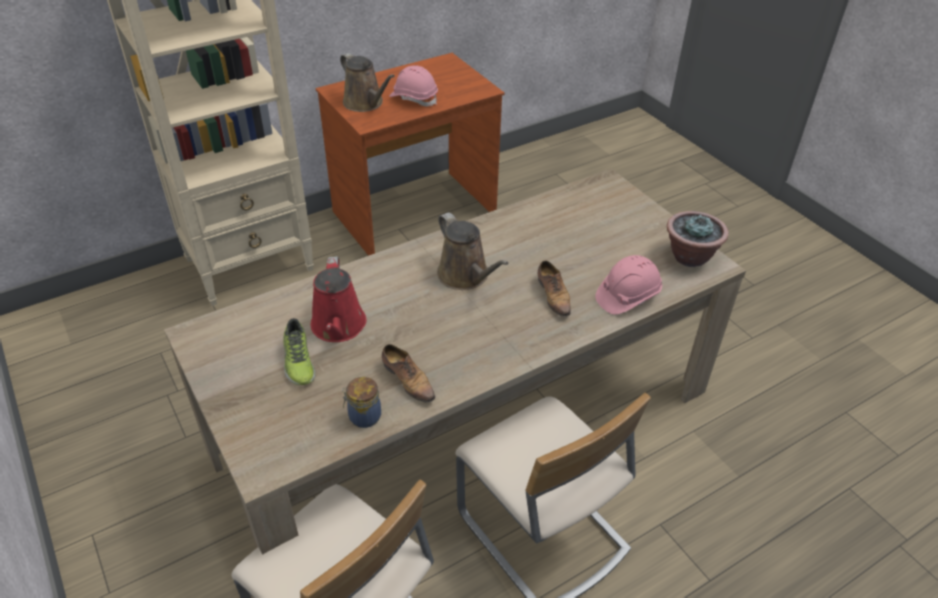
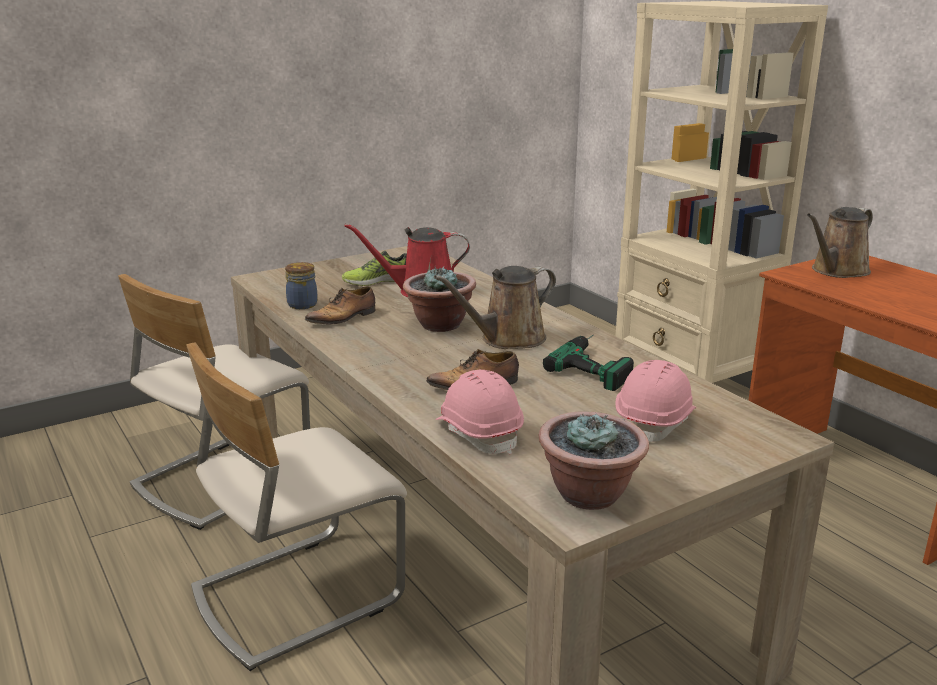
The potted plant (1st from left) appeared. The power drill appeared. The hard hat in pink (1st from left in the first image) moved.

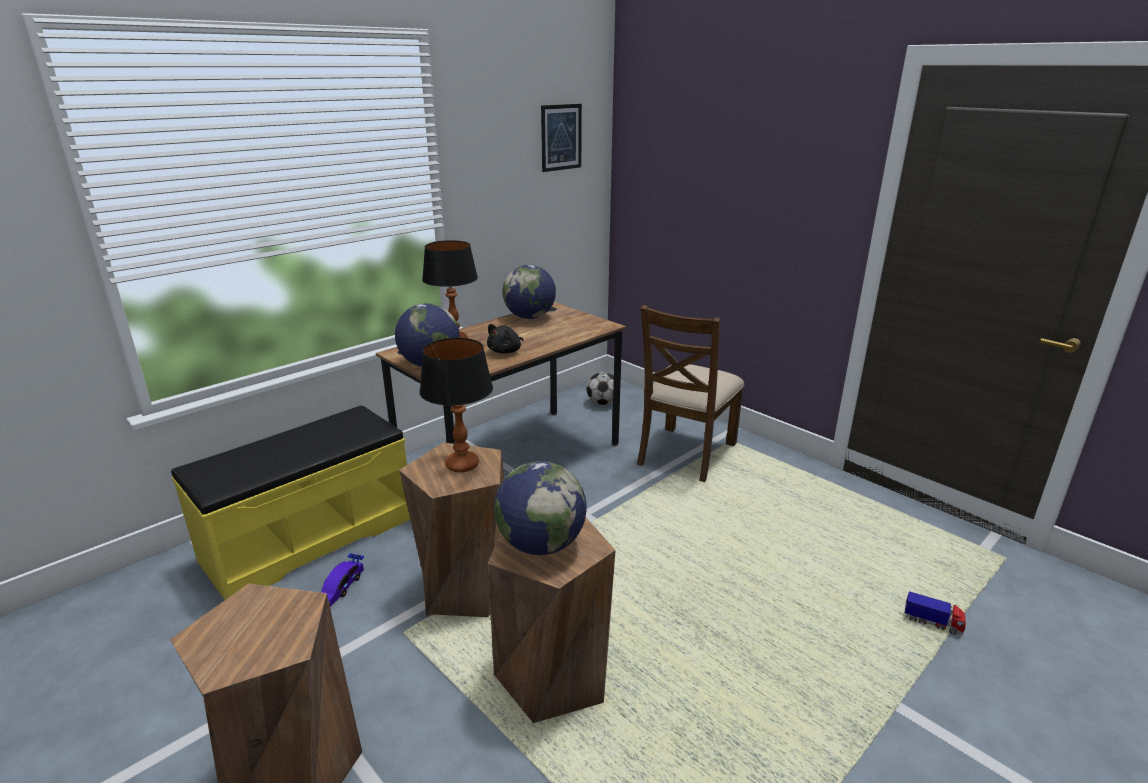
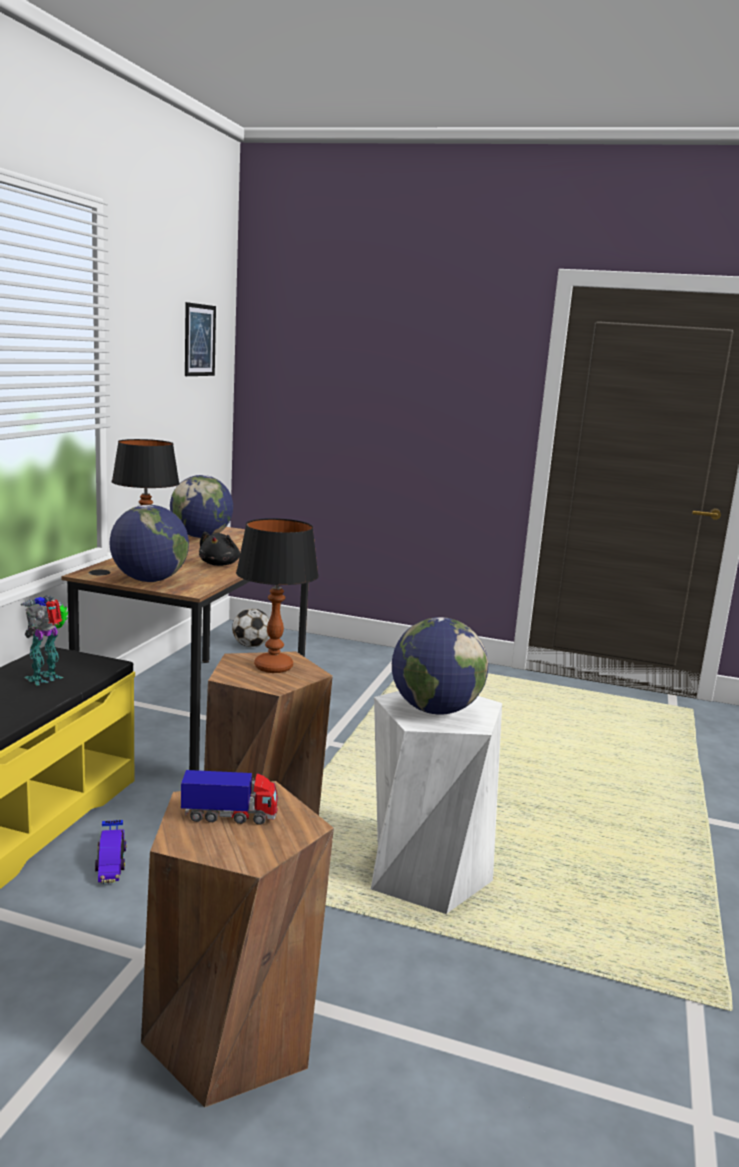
The toy robot appeared. The toy truck moved. The stool in brown (3rd from left) became the stool in white. The chair in brown disappeared.

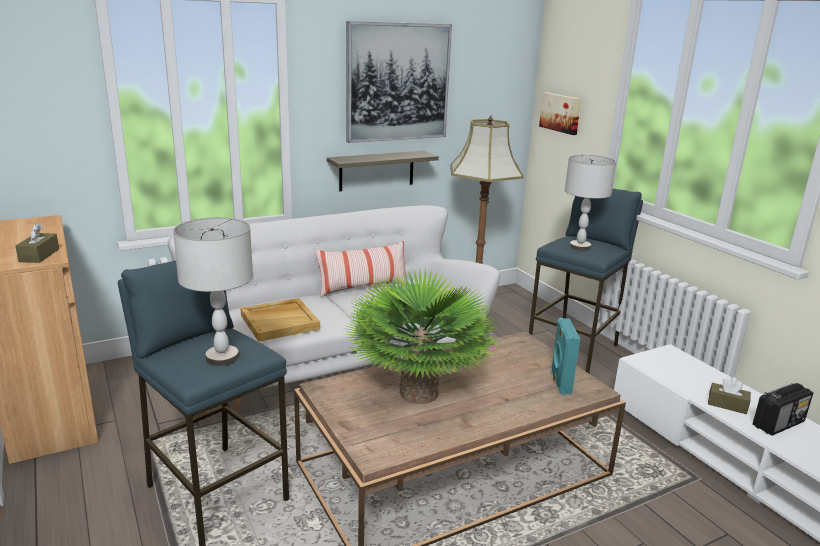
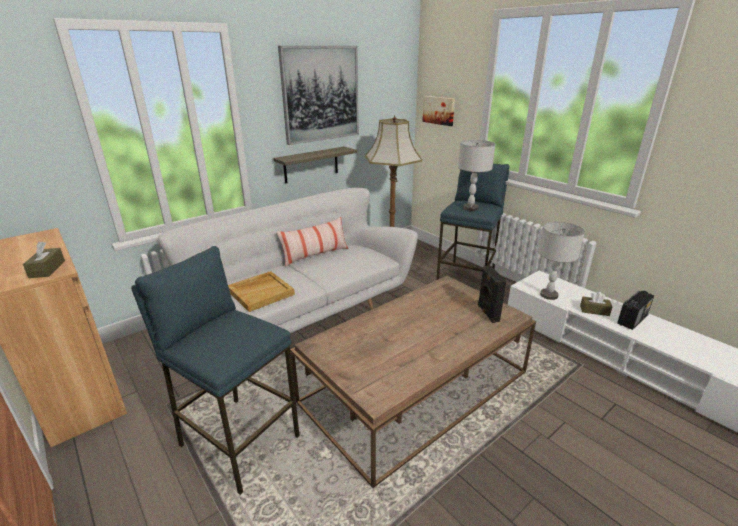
The speaker in turquoise became the speaker in black. The table lamp in grey (1st from left in the first image) moved. The potted plant disappeared.

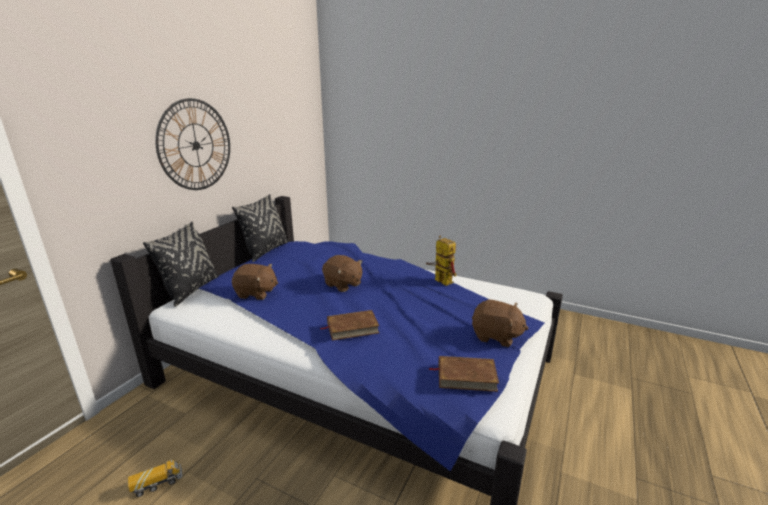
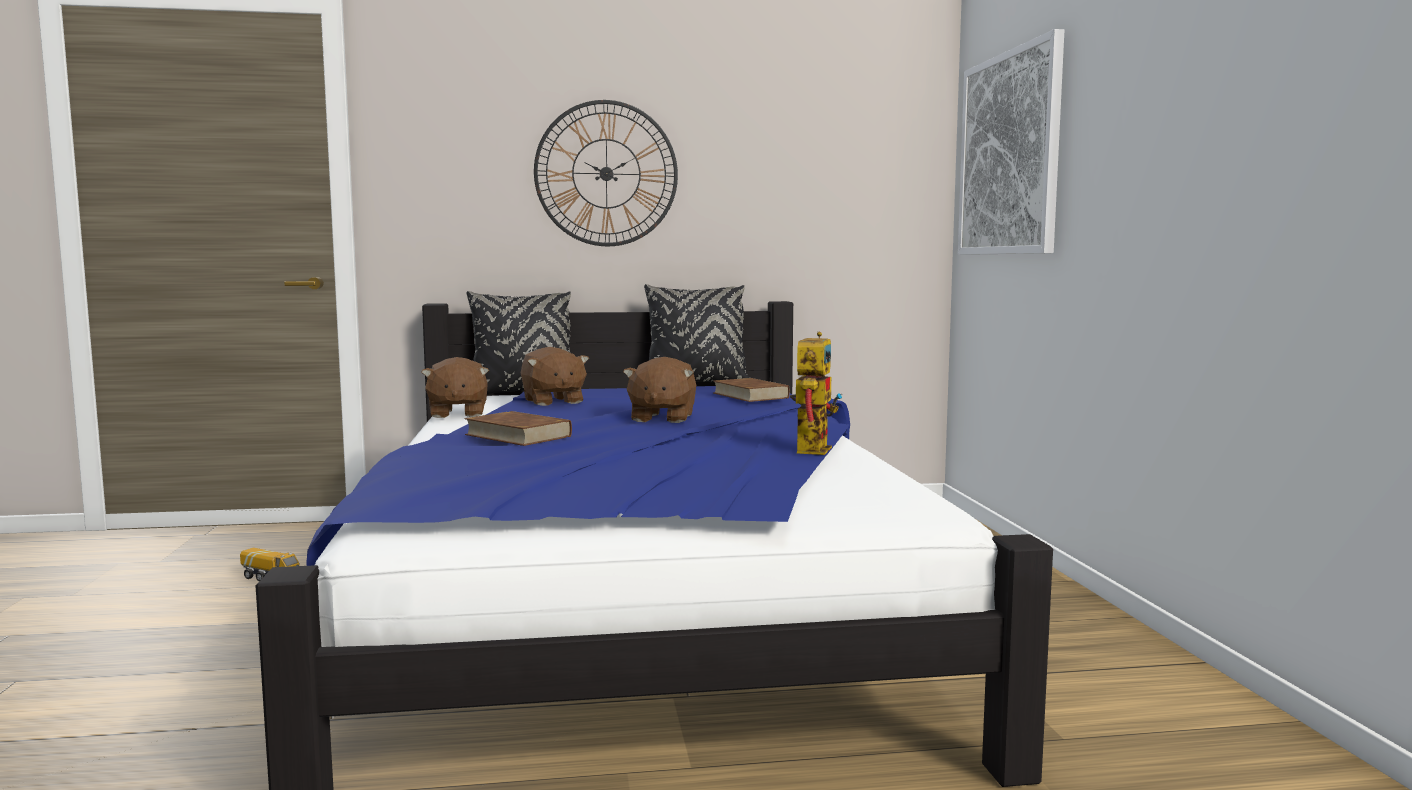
The plush toy in brown (3rd from left in the first image) moved. The book in brown (2nd from left) moved. The picture appeared.

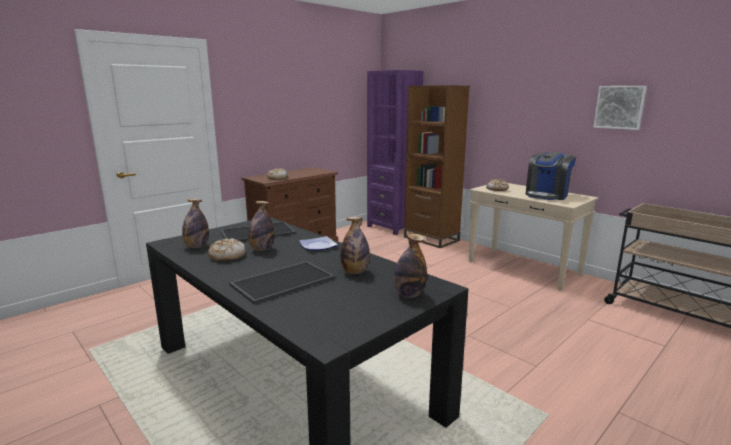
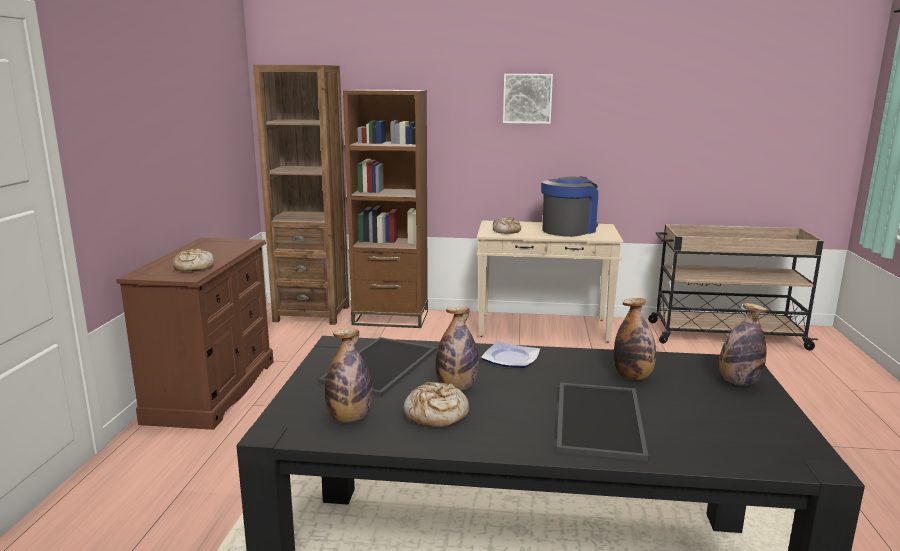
The bookcase in purple became the bookcase in brown (1st from left). The picture moved. The coffee machine turned 135 degrees counterclockwise.

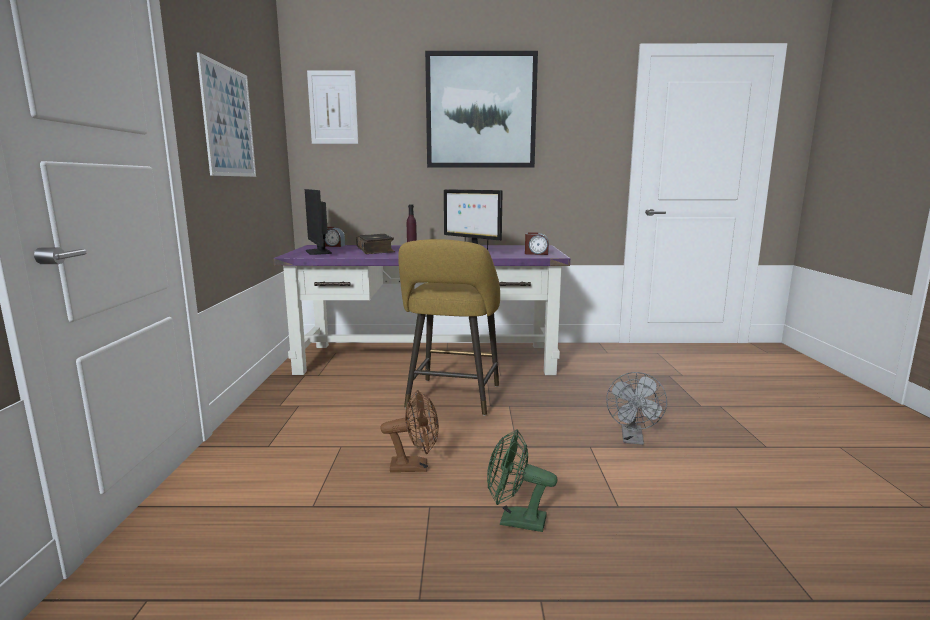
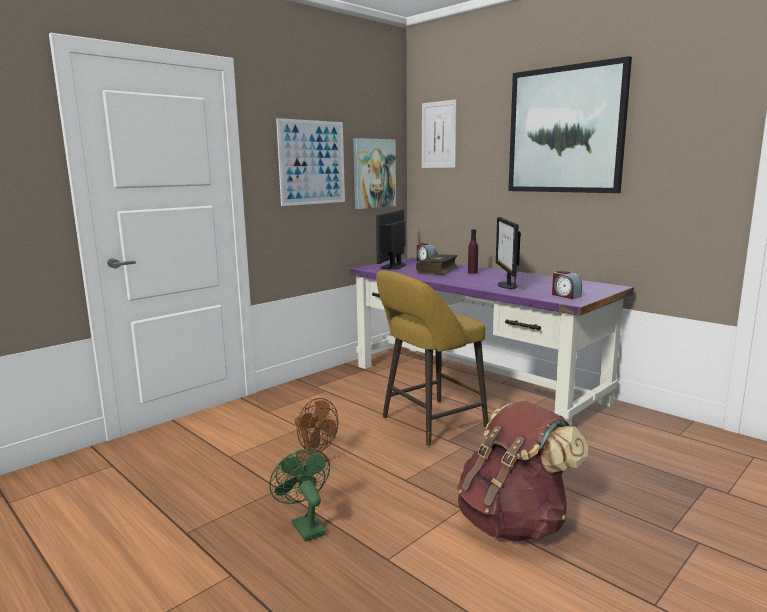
The picture (2nd from left) appeared. The fan in grey was replaced by the backpack in brown.

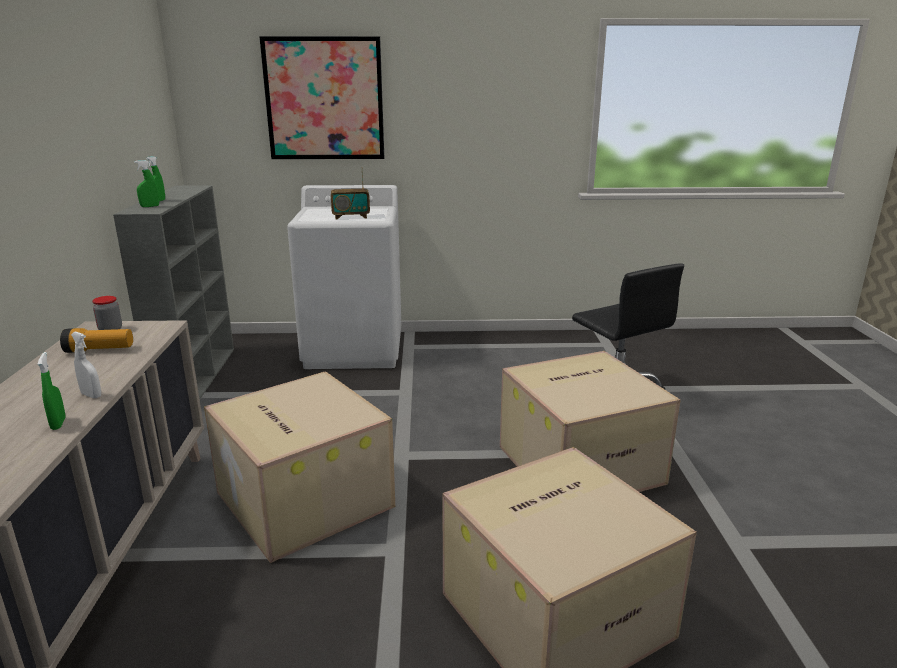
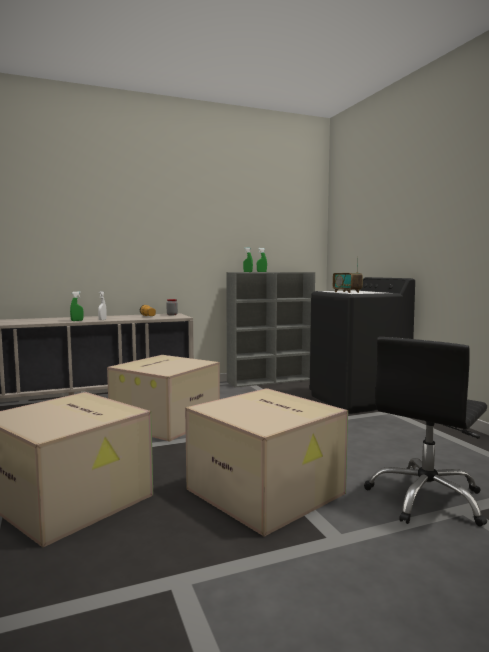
The washing machine in white became the washing machine in black. The picture disappeared.

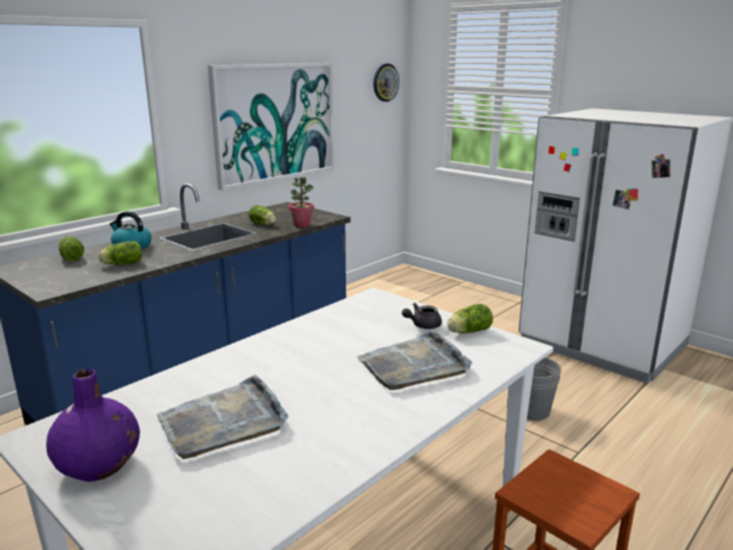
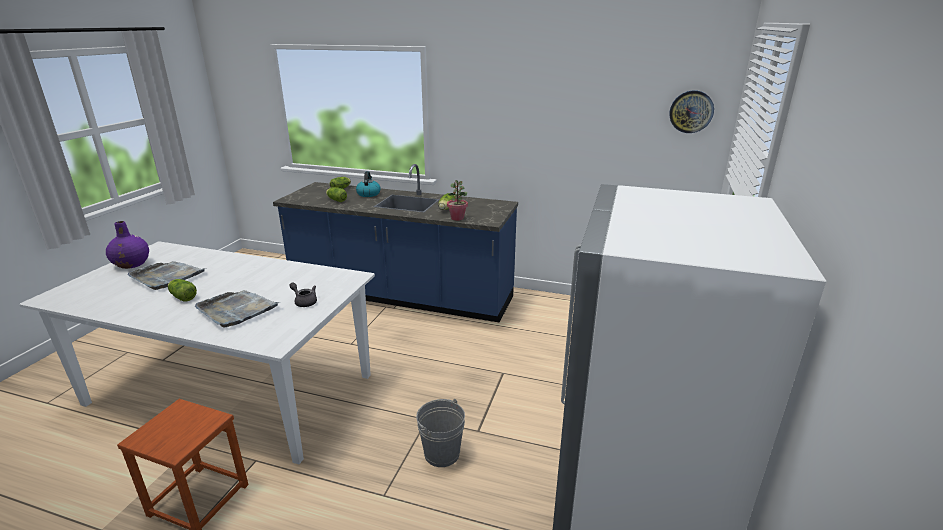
The lettuce (4th from left in the first image) moved. The picture disappeared.

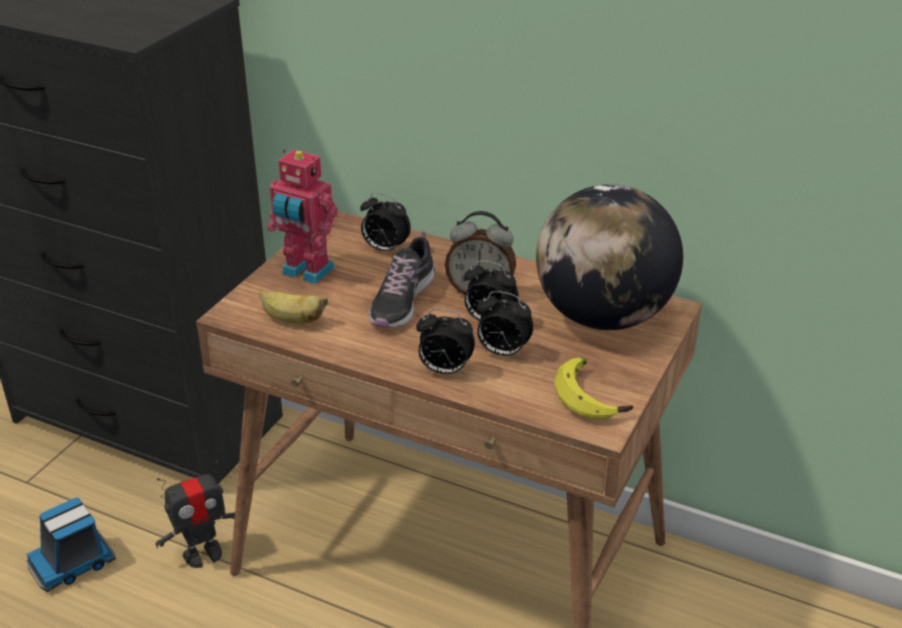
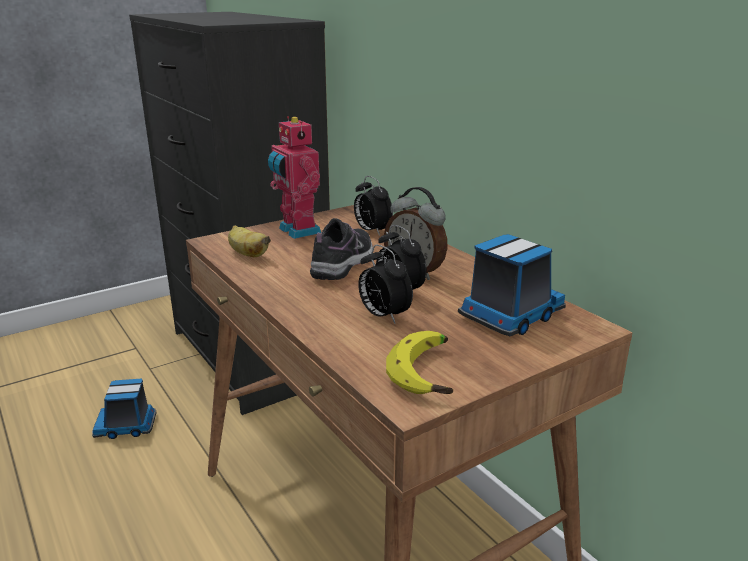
The shoe turned 150 degrees clockwise. The globe was replaced by the toy truck (2nd from left). The toy robot (1st from left) disappeared. The alarm clock (2nd from left) disappeared.

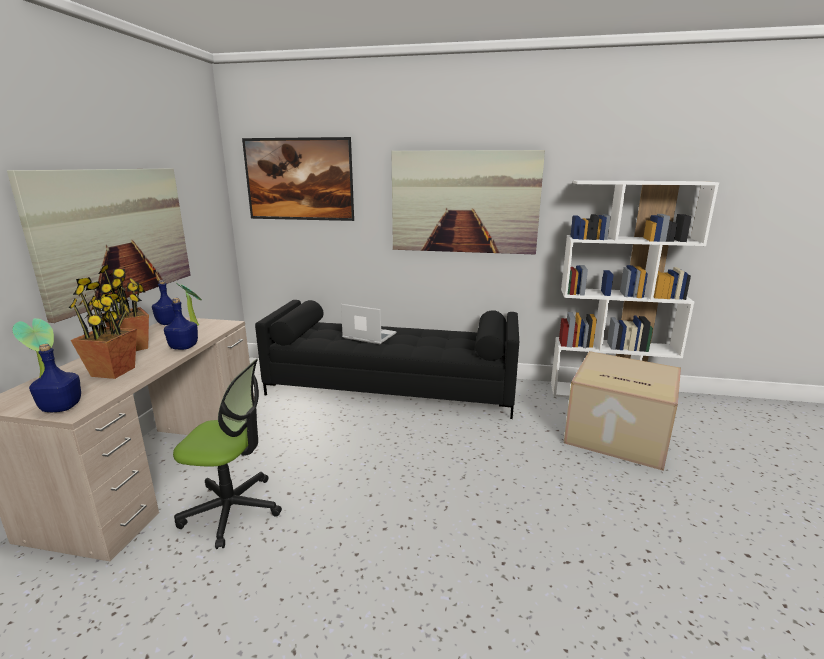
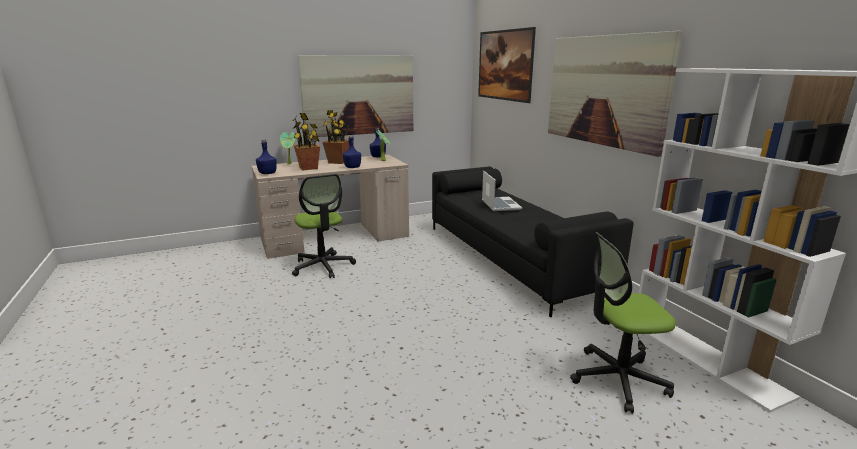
The cardboard box was replaced by the office chair (2nd from left).

